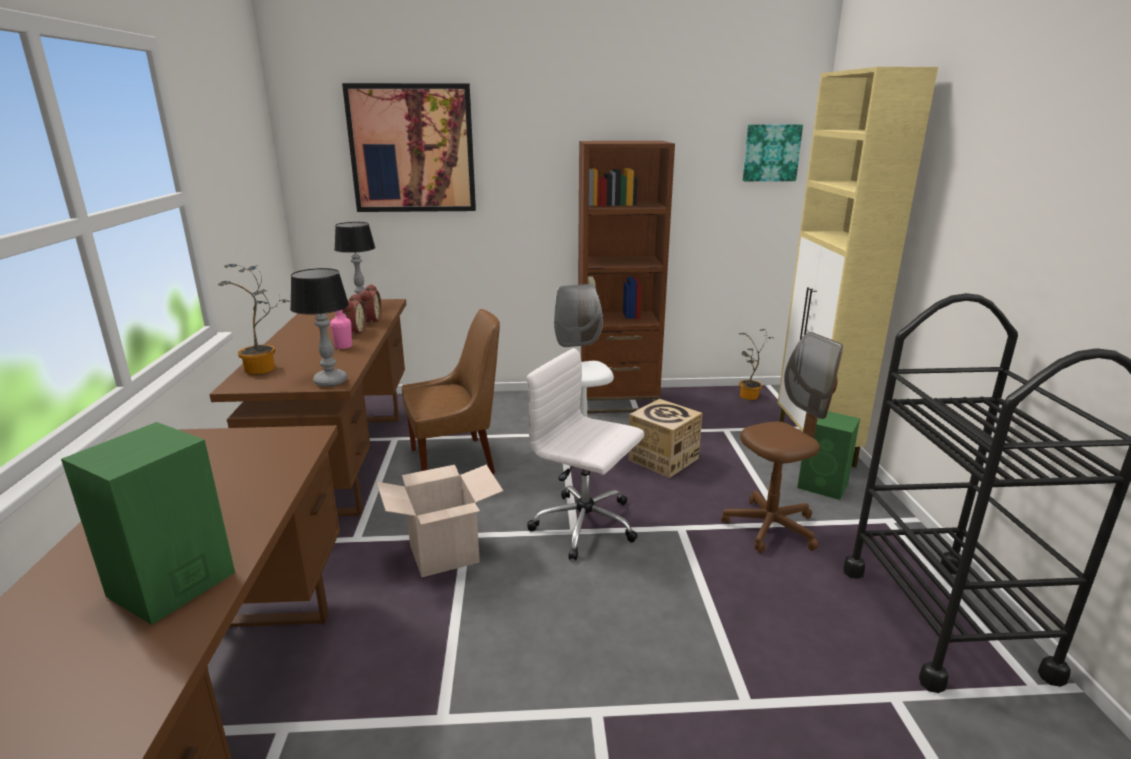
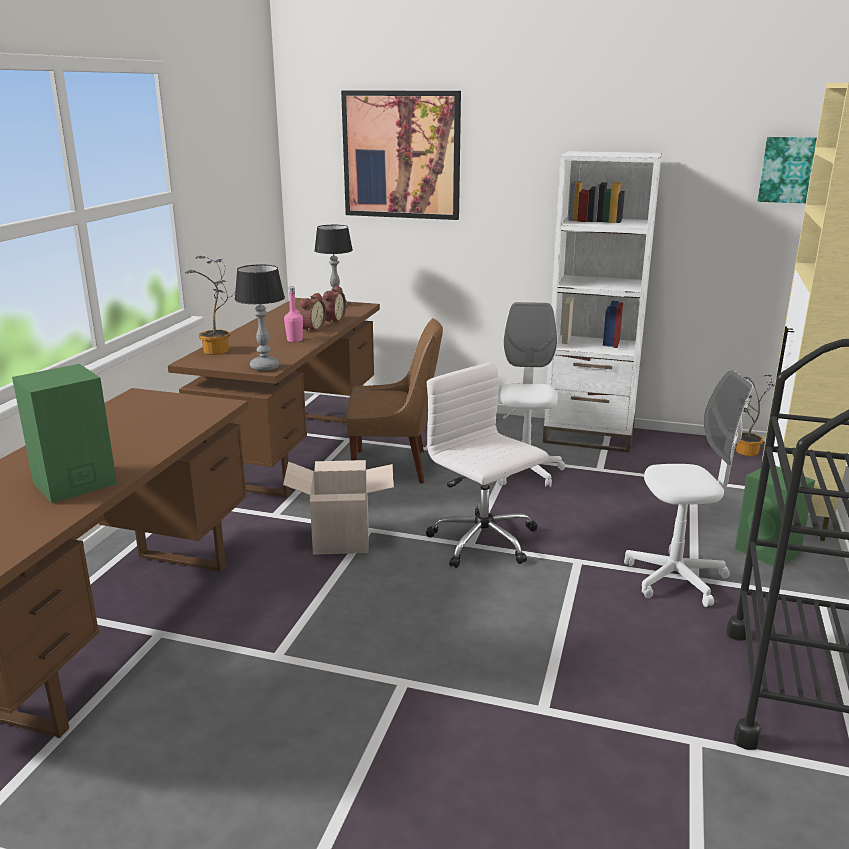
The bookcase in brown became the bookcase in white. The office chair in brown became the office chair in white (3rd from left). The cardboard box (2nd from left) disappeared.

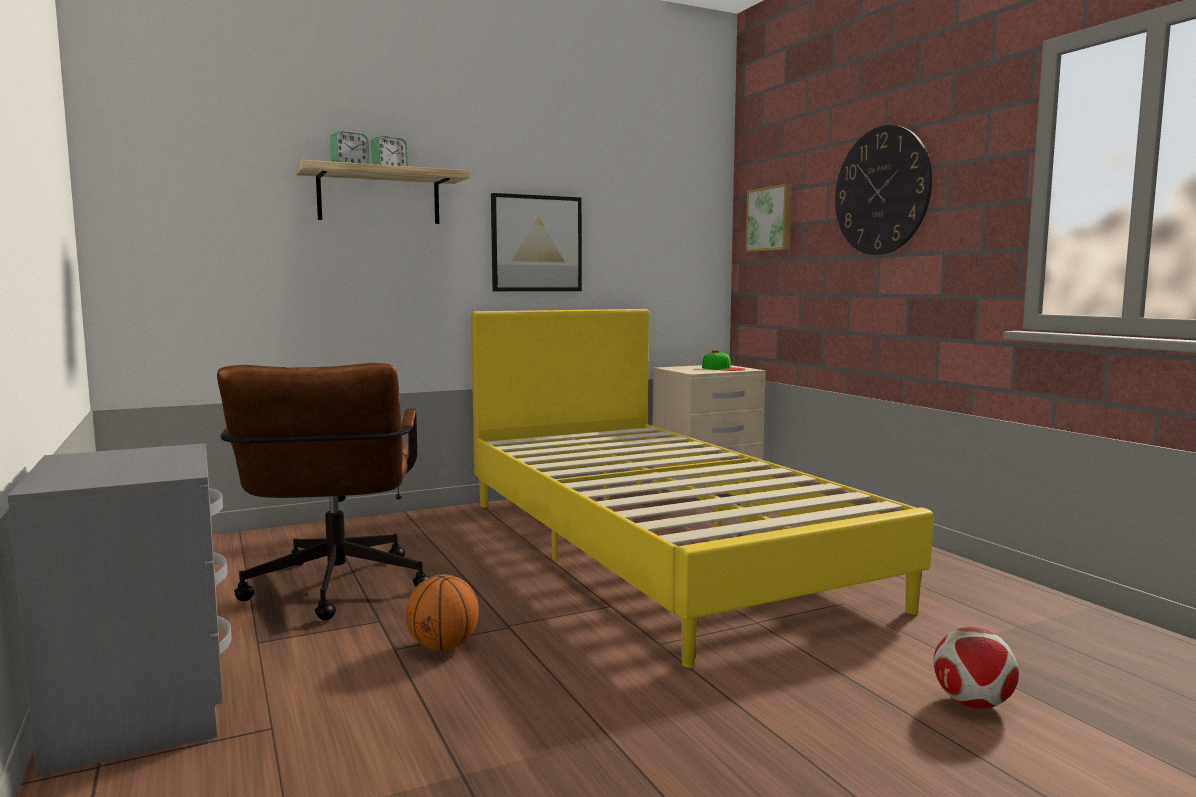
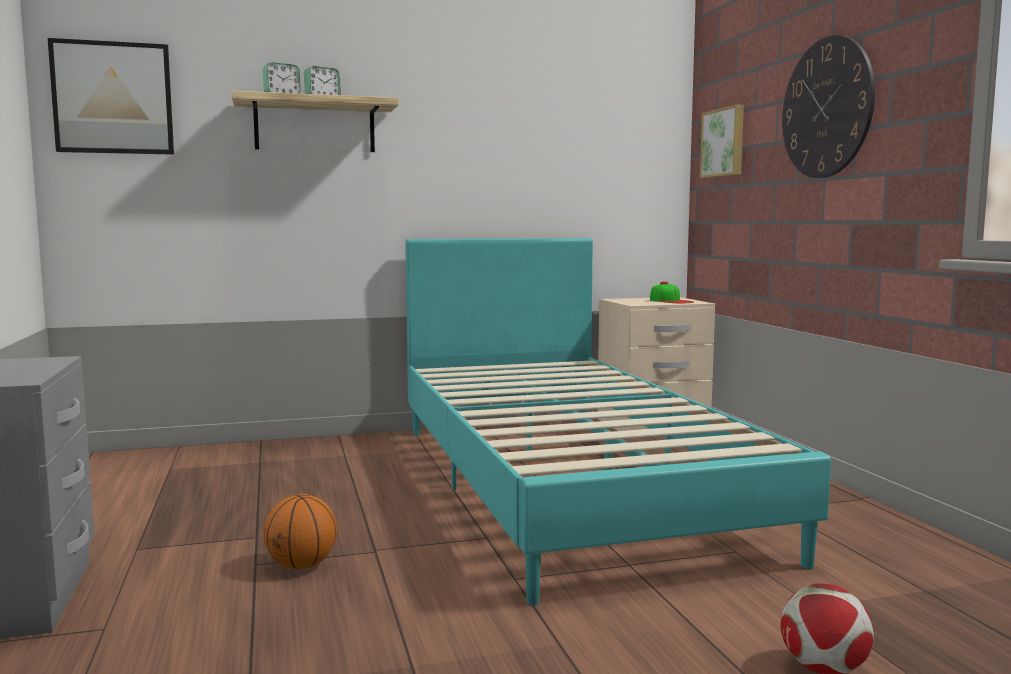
The picture (1st from left) moved. The bed in yellow became the bed in turquoise. The office chair in brown disappeared.

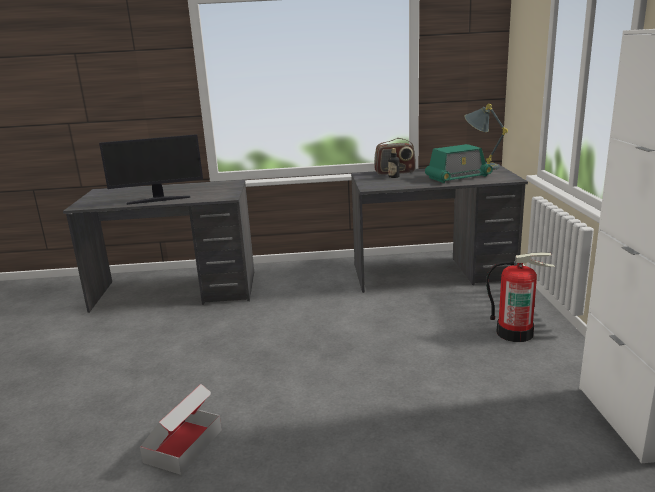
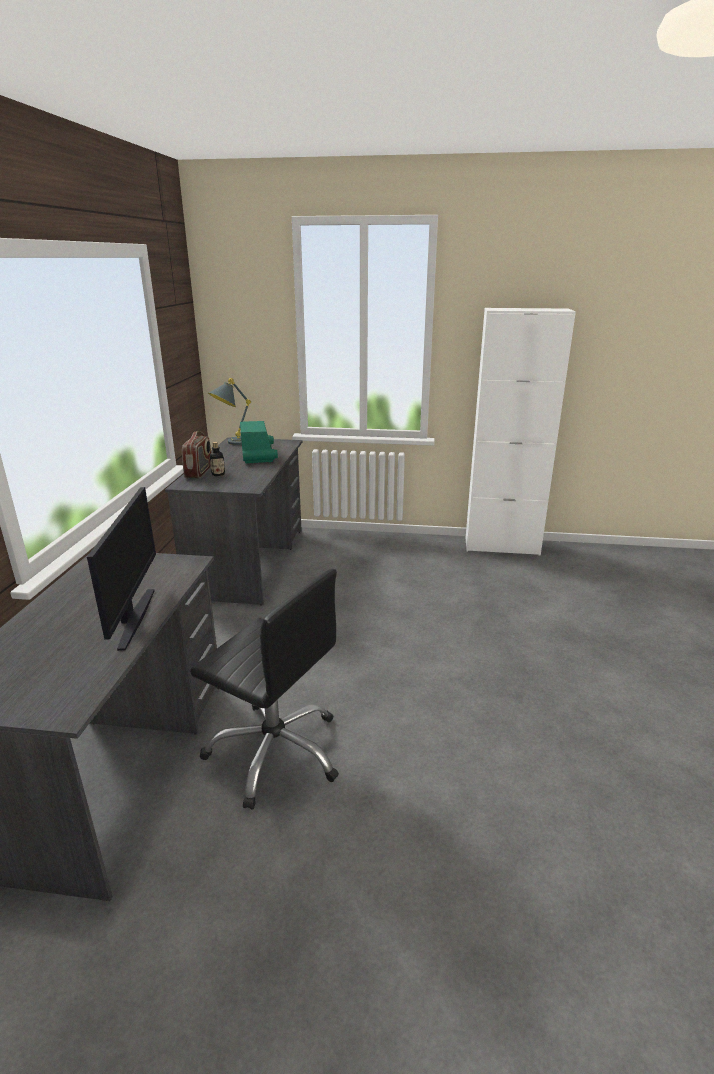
The office chair in black appeared. The cardboard box disappeared. The fire extinguisher disappeared.

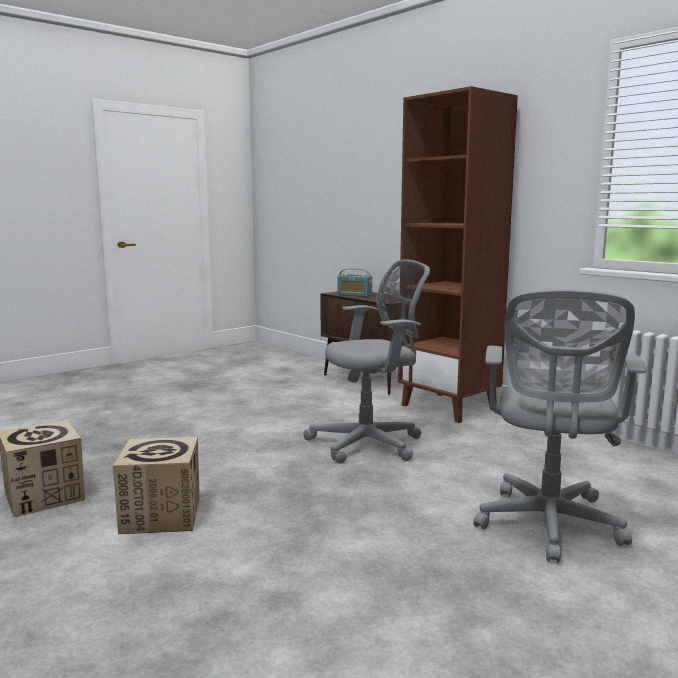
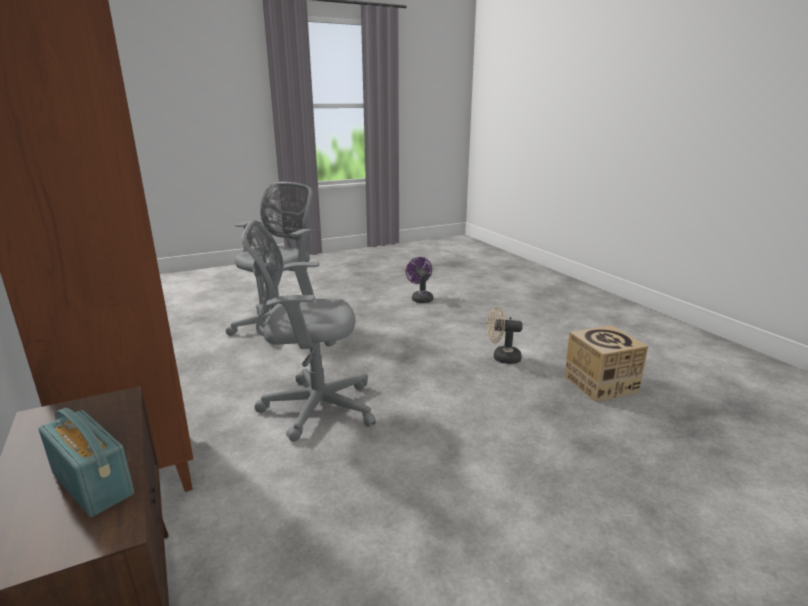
The fan in purple appeared. The cardboard box (2nd from left) was replaced by the fan in beige.

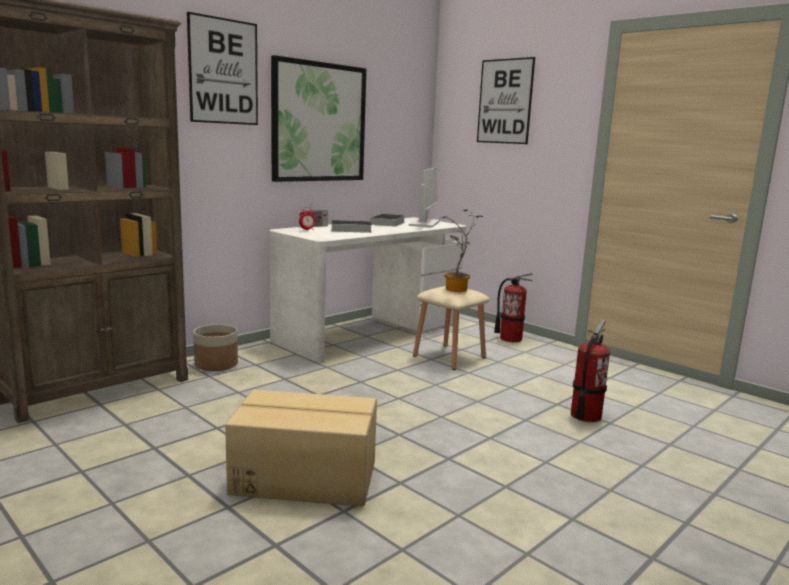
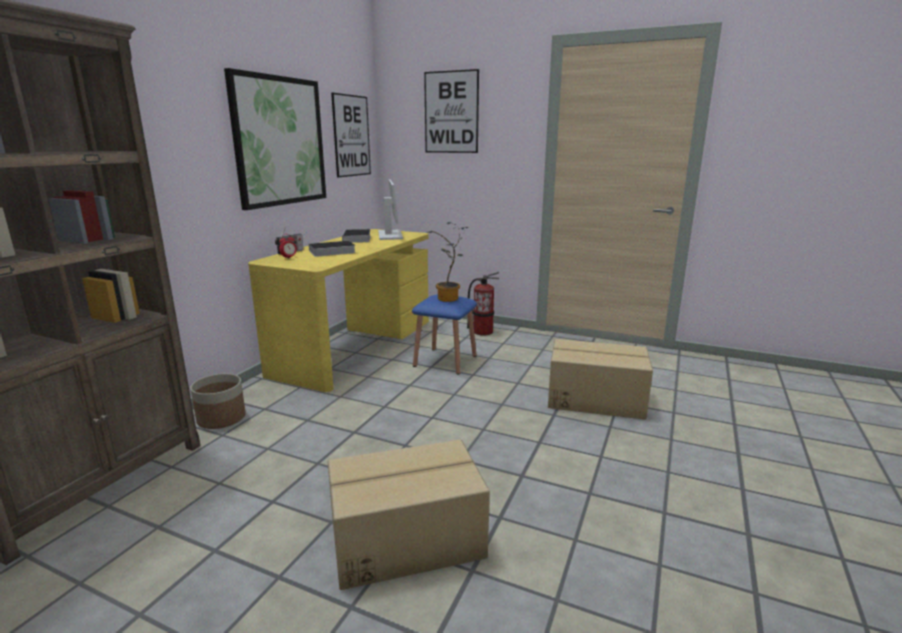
The desk in white became the desk in yellow. The picture (1st from left in the first image) moved. The stool in beige became the stool in blue. The fire extinguisher (2nd from left) was replaced by the cardboard box (2nd from left).

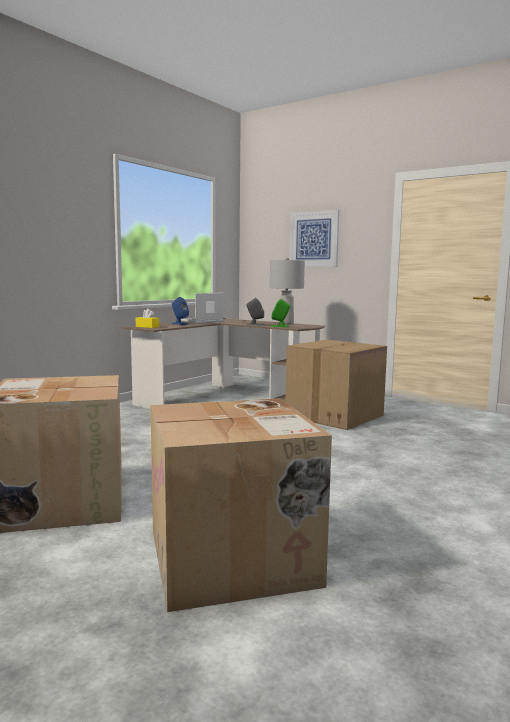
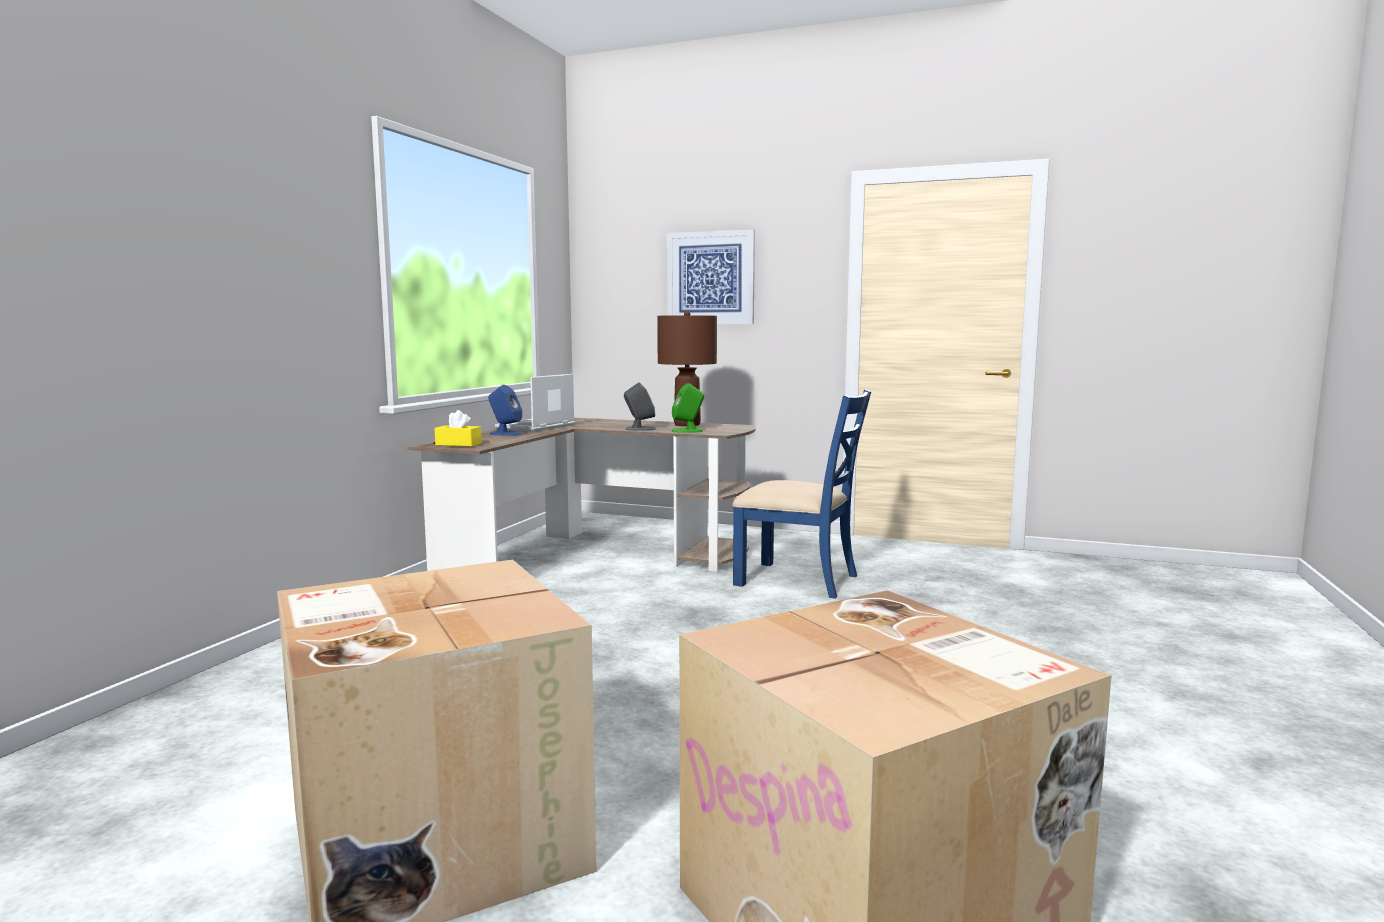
The table lamp in grey became the table lamp in brown. The cardboard box (3rd from left) was replaced by the chair in blue.

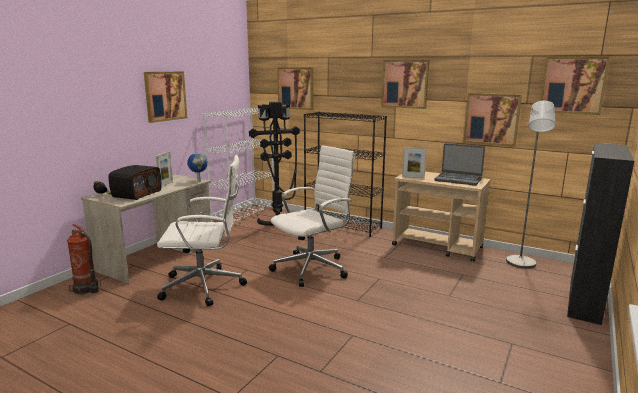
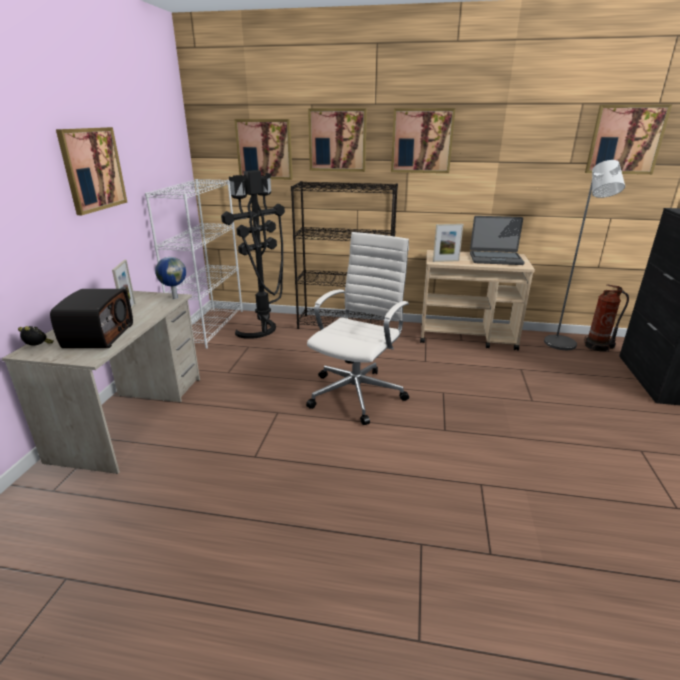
The picture (4th from left in the first image) moved. The fire extinguisher moved. The office chair in white (1st from left) disappeared.

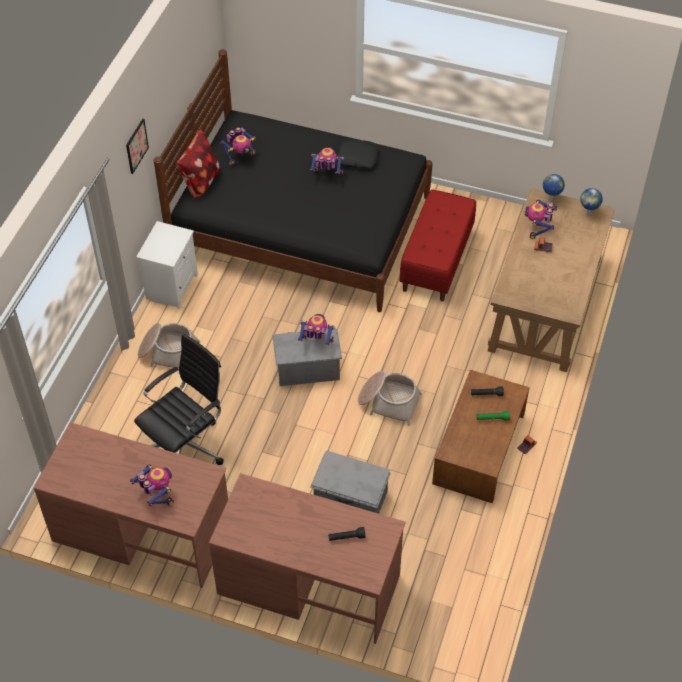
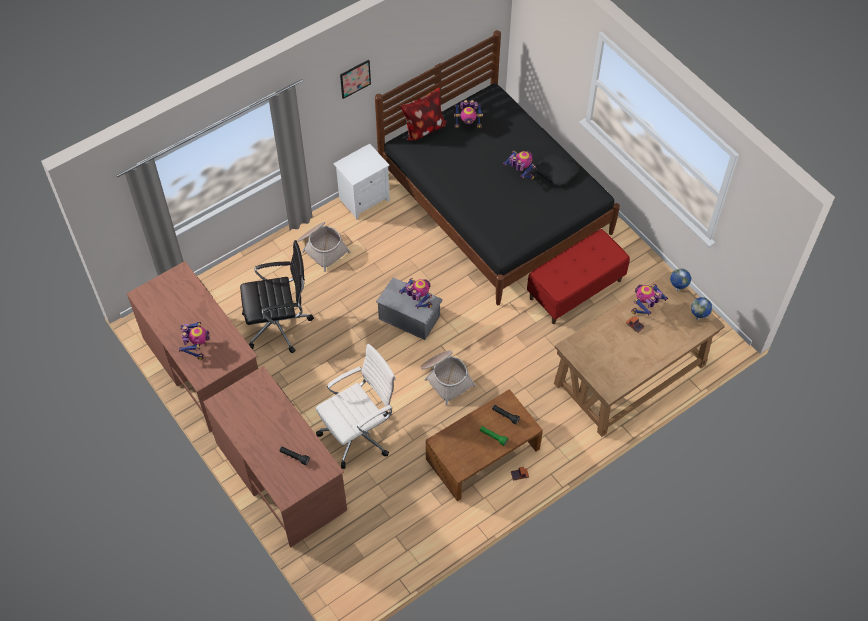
The storage box in grey (2nd from left) was replaced by the office chair in white.

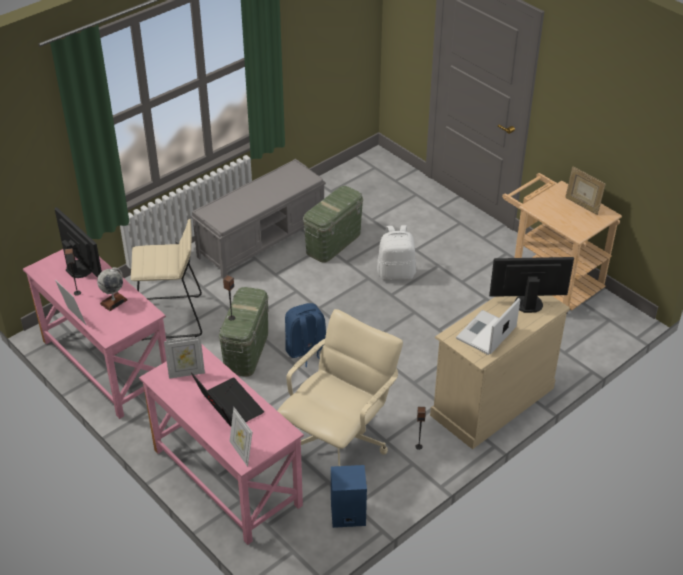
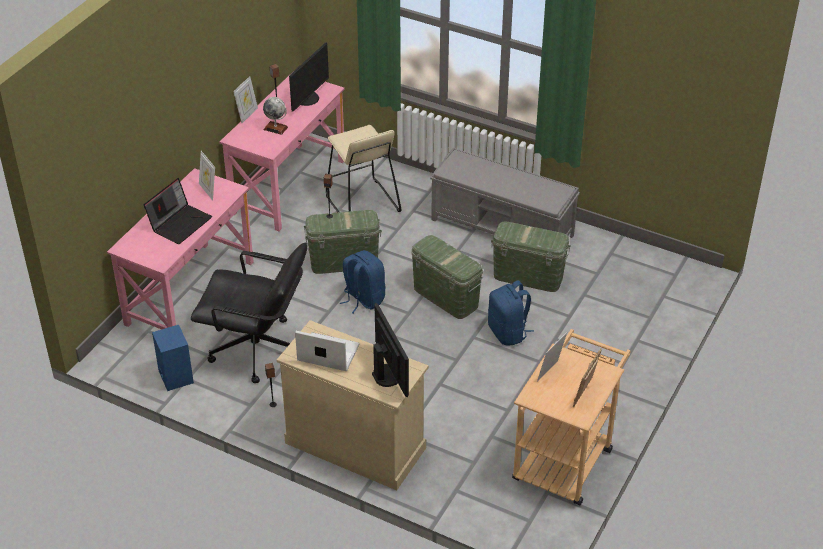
The office chair in beige became the office chair in black. The storage box in green (2nd from left) appeared. The backpack in white became the backpack in blue (2nd from left). The picture frame (3rd from left) moved.

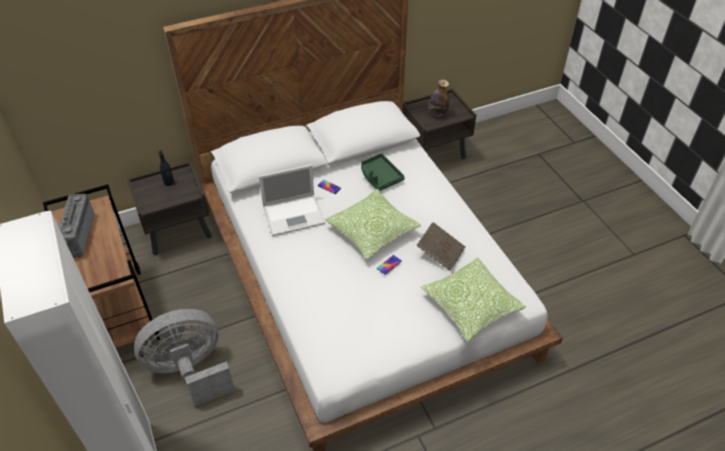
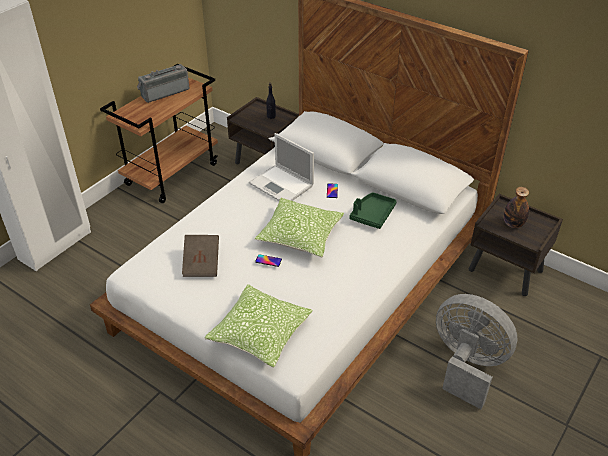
The book in brown moved. The fan in grey moved.

